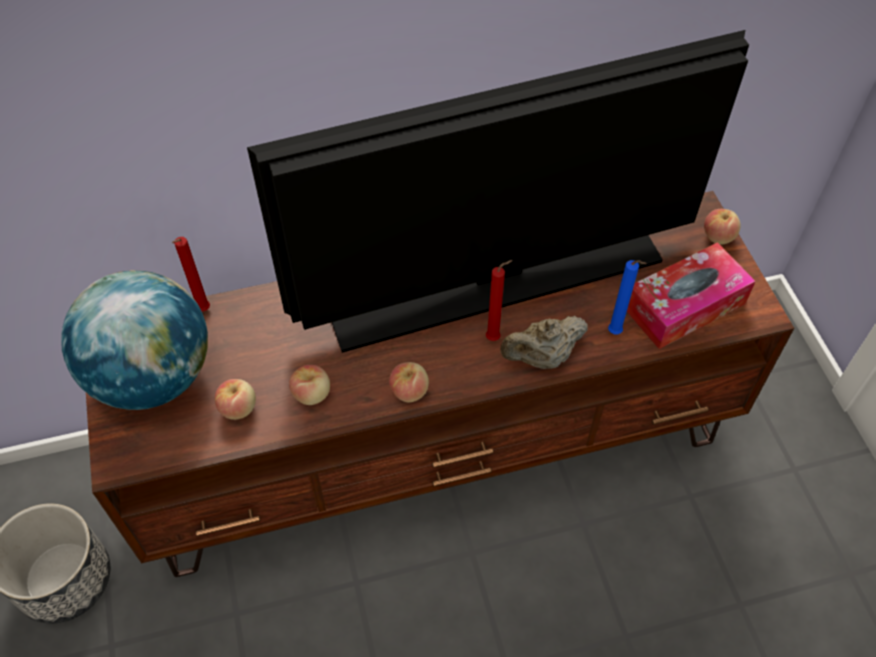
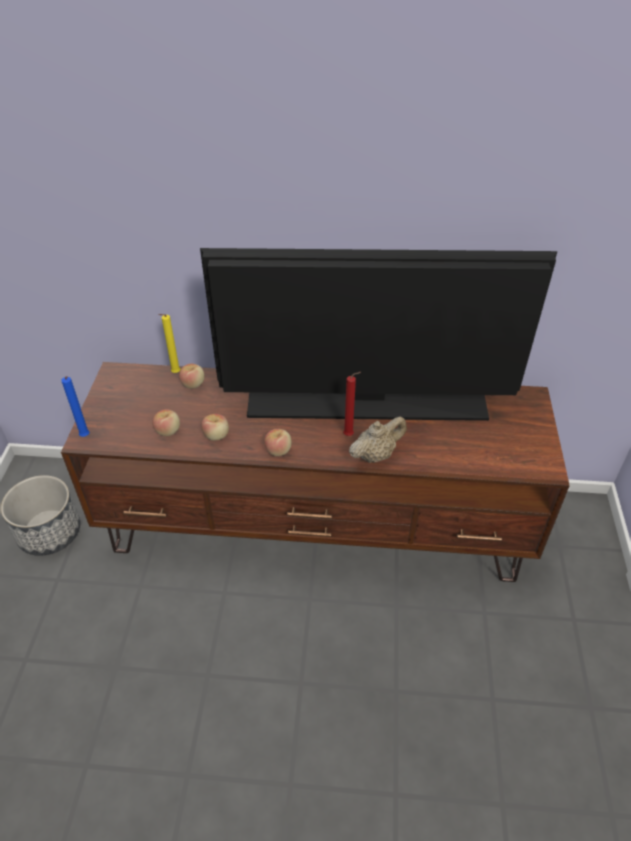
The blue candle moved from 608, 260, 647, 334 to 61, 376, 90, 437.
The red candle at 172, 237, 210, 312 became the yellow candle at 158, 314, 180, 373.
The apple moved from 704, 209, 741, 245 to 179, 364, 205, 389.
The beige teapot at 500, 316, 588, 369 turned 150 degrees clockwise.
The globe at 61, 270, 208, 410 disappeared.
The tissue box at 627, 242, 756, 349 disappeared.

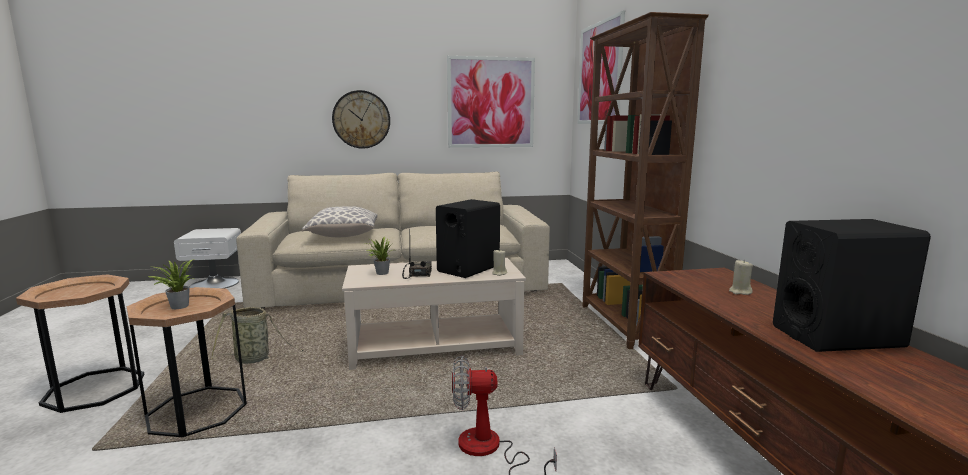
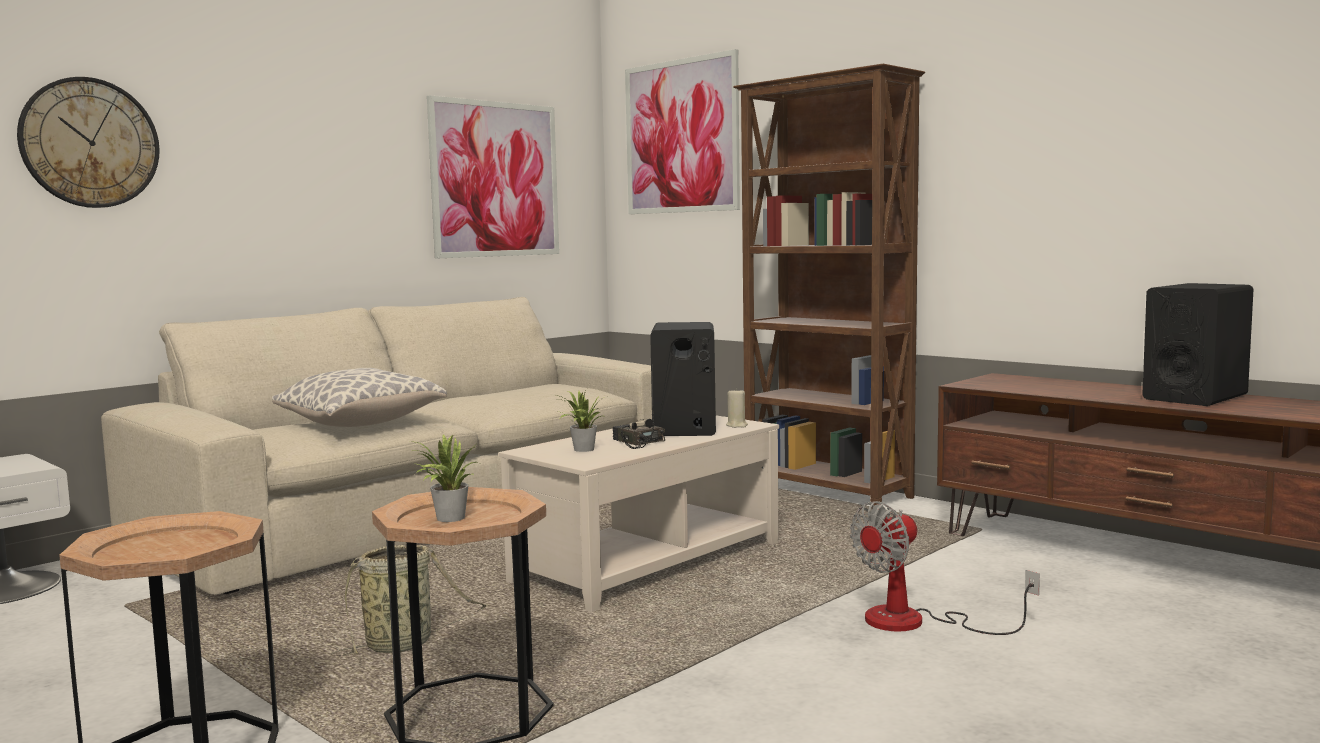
The wall clock moved from 332, 90, 390, 149 to 17, 77, 160, 208.
The beige candle at 729, 260, 753, 295 disappeared.

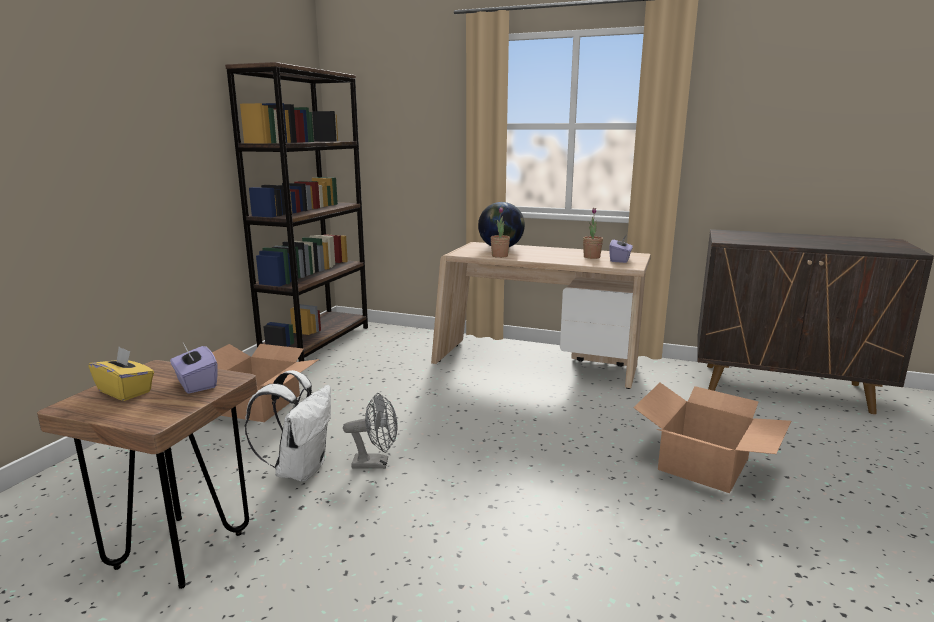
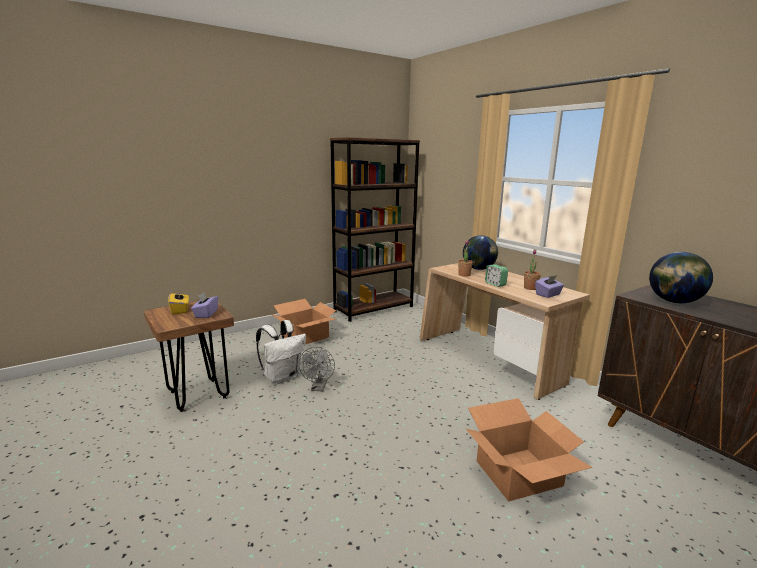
The grey fan at 343, 393, 397, 469 turned 60 degrees clockwise.
The alarm clock at 485, 264, 508, 287 appeared.
The globe at 649, 252, 713, 303 appeared.

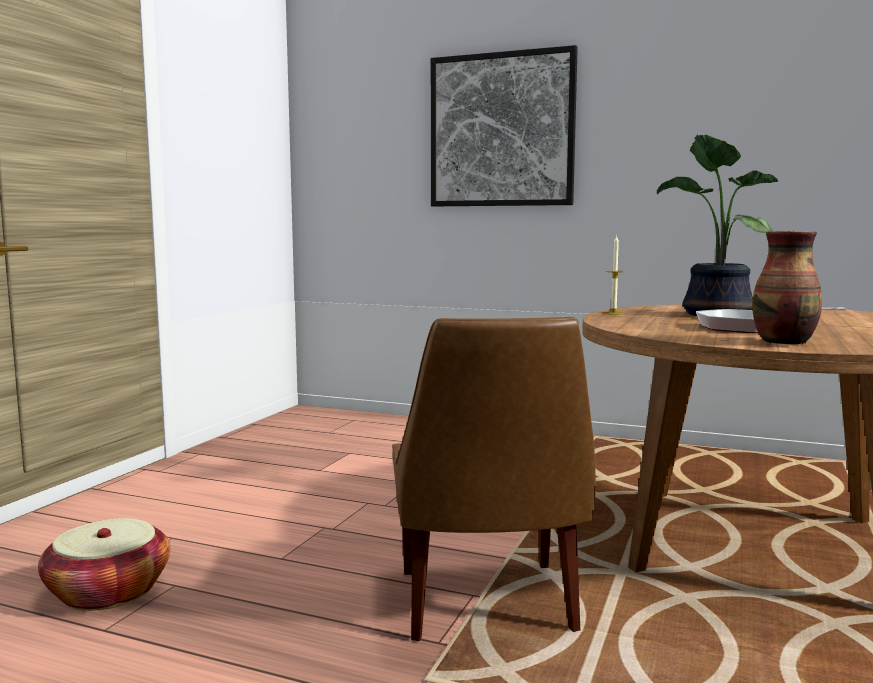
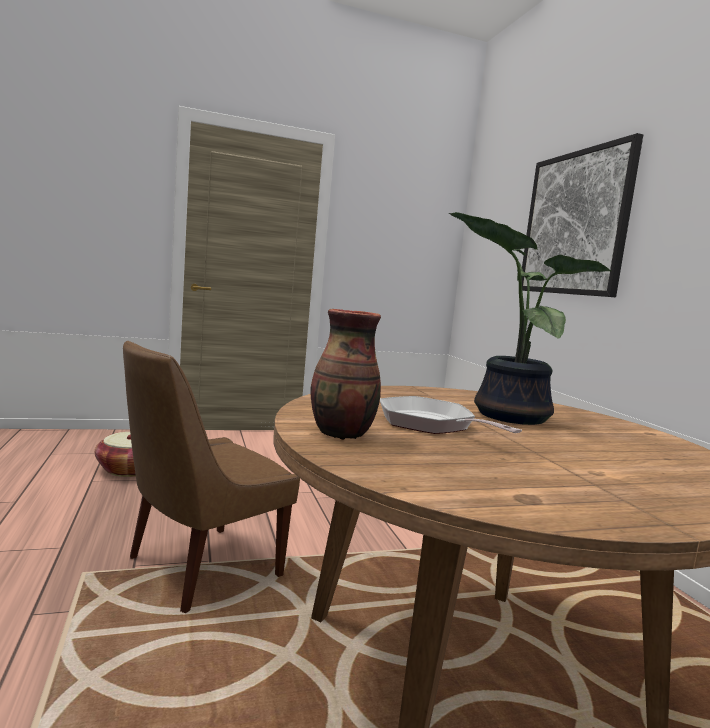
The candle at 603, 235, 624, 315 disappeared.

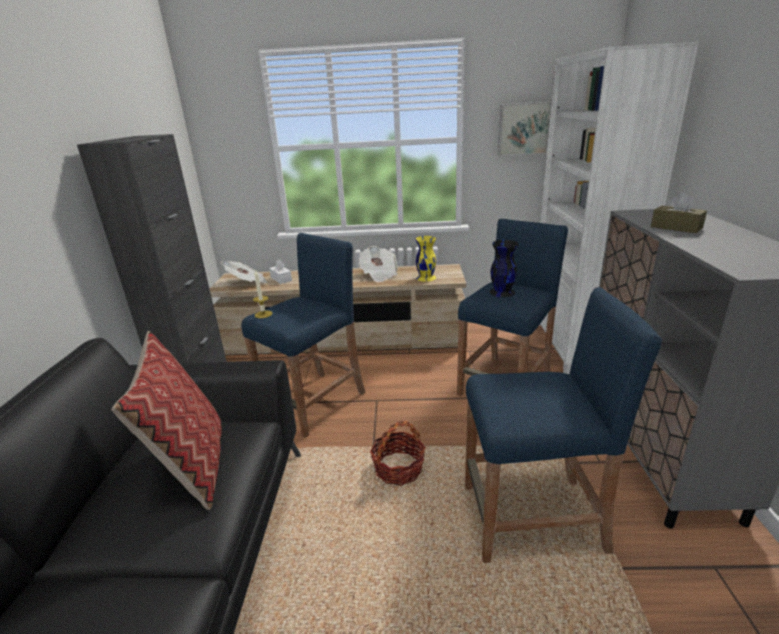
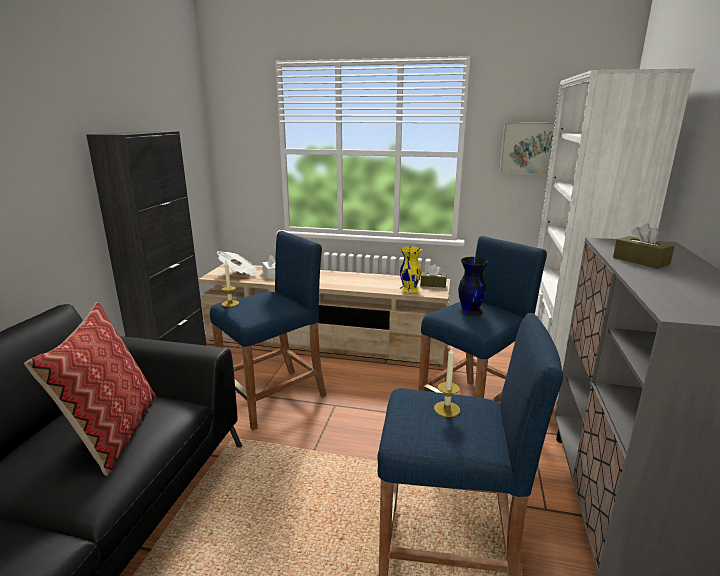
The brown tissue box at 421, 264, 447, 288 appeared.
The candle at 434, 347, 460, 417 appeared.
The newspaper at 358, 246, 398, 282 disappeared.
The basket at 370, 420, 426, 486 disappeared.

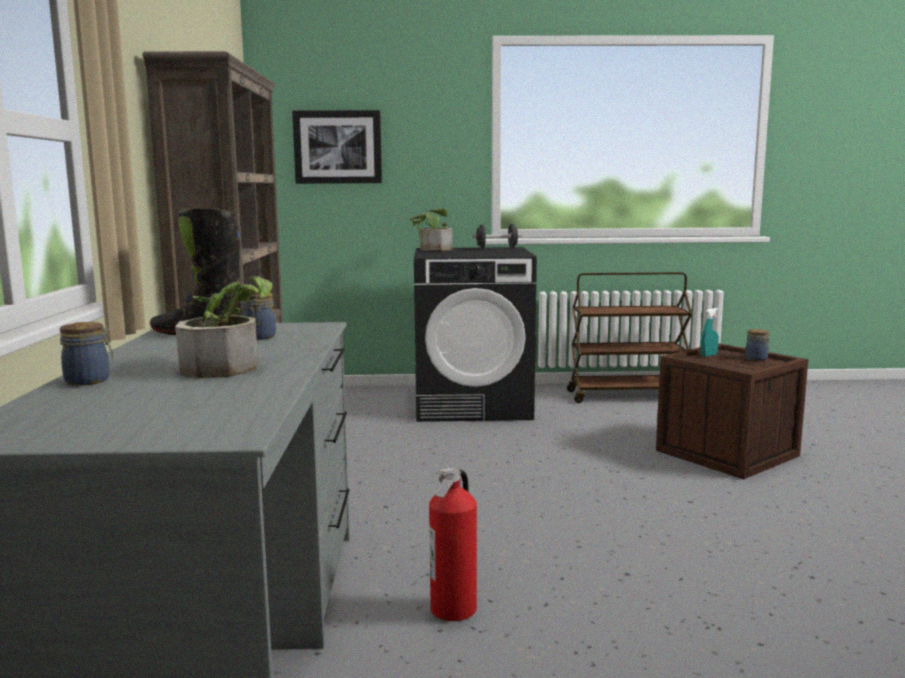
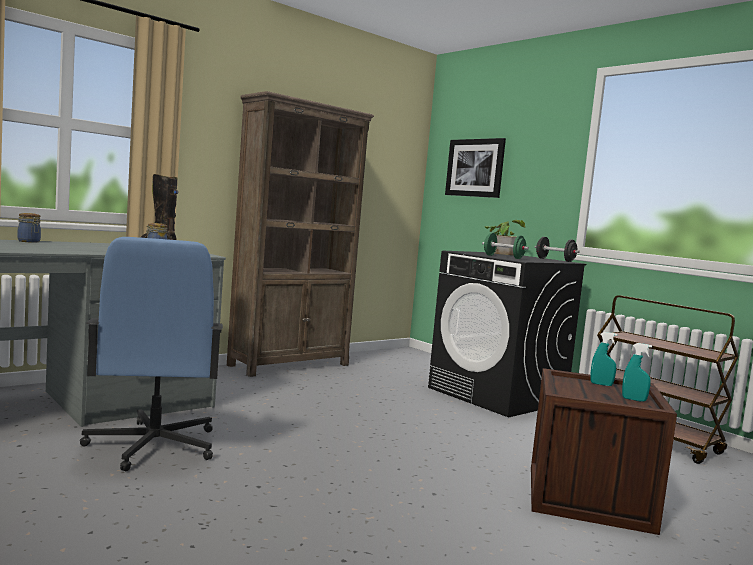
The fire extinguisher at 429, 468, 477, 621 was replaced by the blue office chair at 80, 237, 223, 471.
The green dumbbell at 482, 233, 529, 259 appeared.
The jar at 745, 329, 769, 361 was replaced by the turquoise spray bottle at 622, 343, 652, 402.
The potted plant at 175, 276, 272, 378 disappeared.

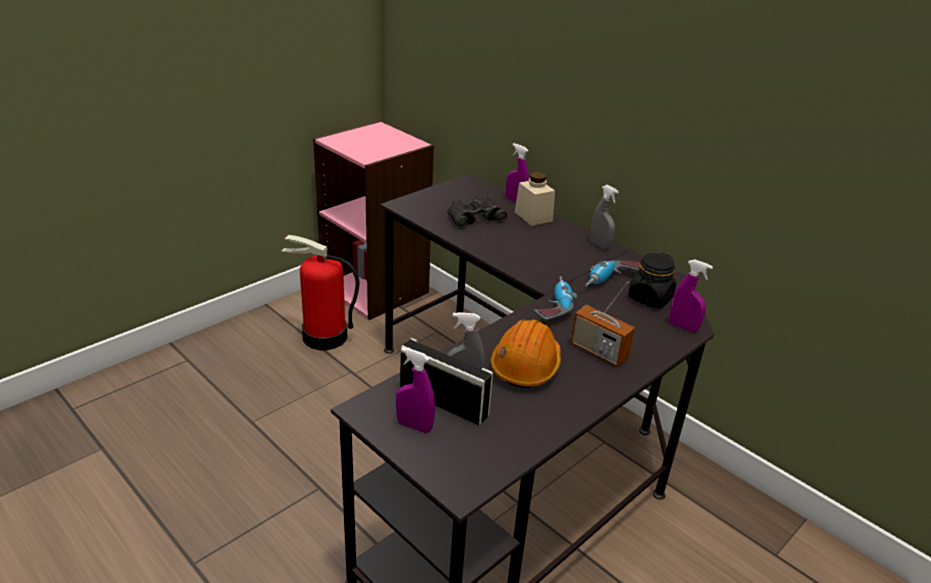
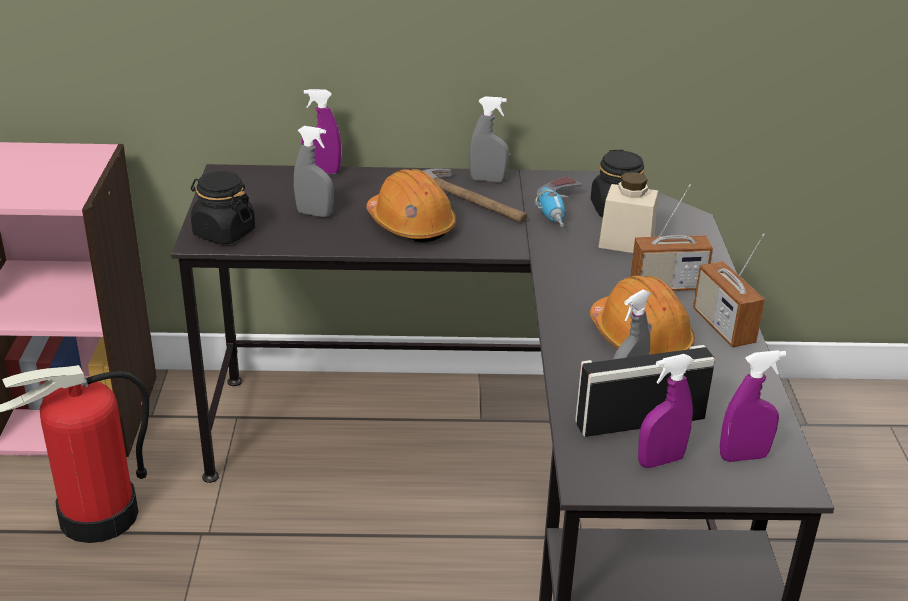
The black jar at 191, 171, 255, 245 appeared.
The black binoculars at 447, 197, 508, 229 was replaced by the grey spray bottle at 294, 126, 333, 217.
The orange hard hat at 366, 169, 456, 243 appeared.
The hammer at 423, 169, 527, 223 appeared.
The beige jar moved from 515, 172, 555, 226 to 598, 172, 658, 253.
The radio at 693, 233, 765, 347 appeared.
The purple spray bottle moved from 669, 259, 713, 332 to 720, 350, 786, 462.
The power drill at 534, 276, 577, 321 disappeared.

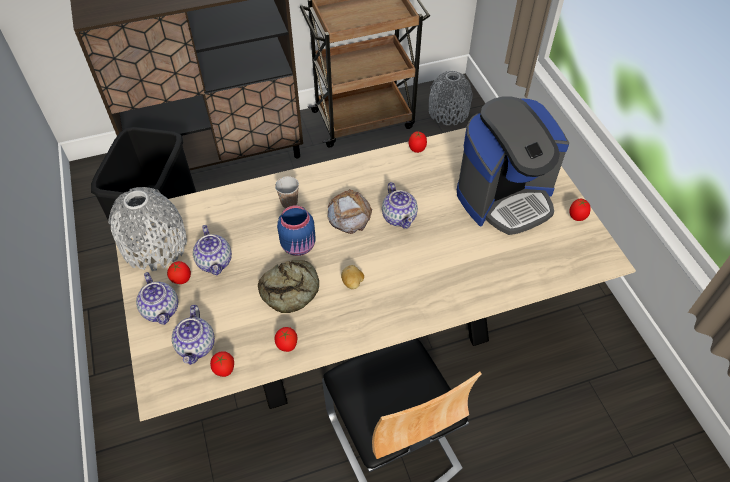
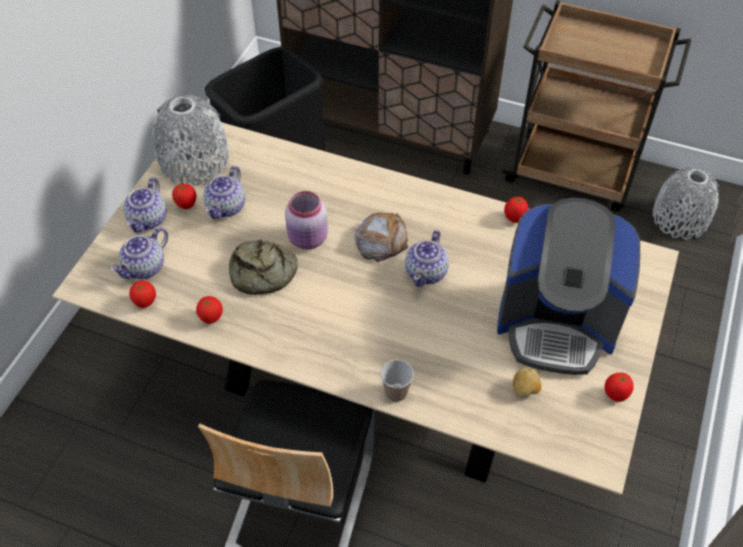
The blue jar at 277, 205, 316, 256 became the pink jar at 285, 191, 328, 250.
The cup moved from 275, 176, 299, 208 to 381, 360, 414, 402.
The potato moved from 341, 265, 364, 289 to 513, 368, 541, 397.

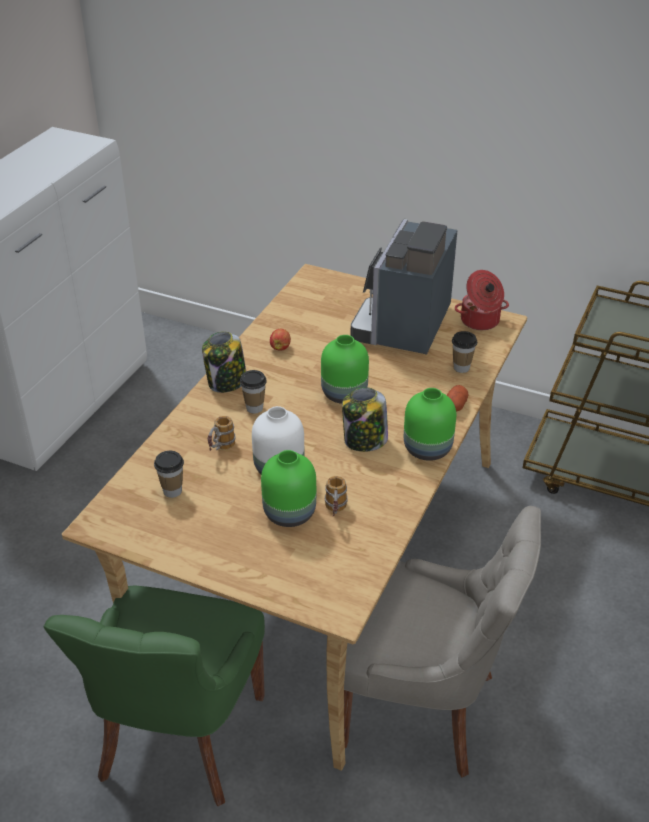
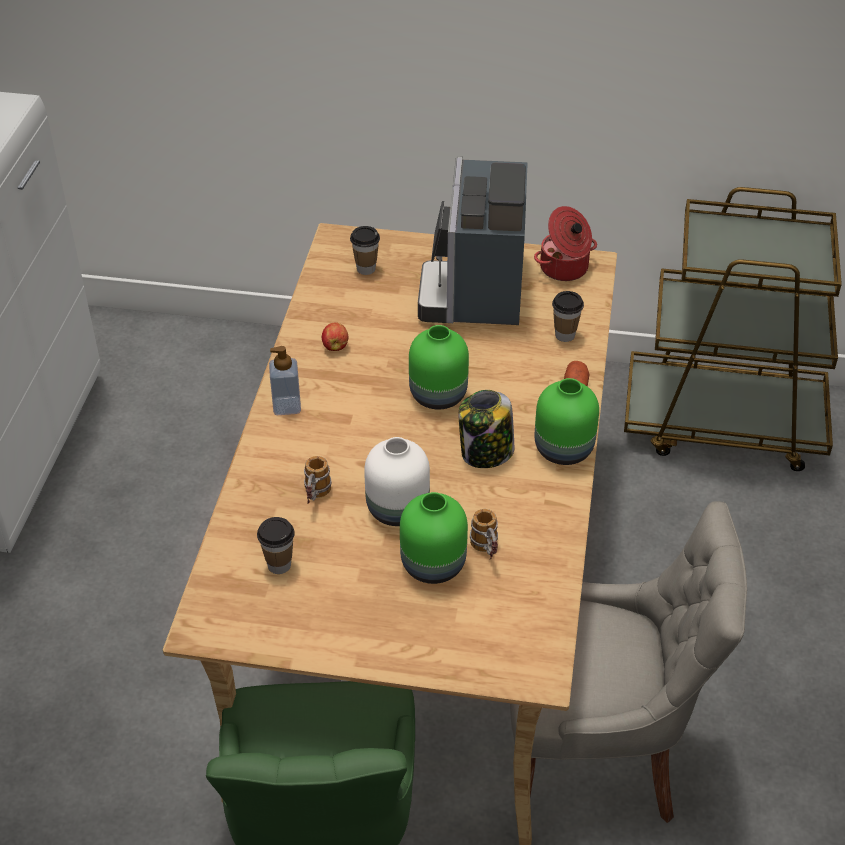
The jar at 202, 331, 246, 393 was replaced by the soap dispenser at 269, 346, 301, 415.
The cup moved from 240, 370, 267, 414 to 350, 226, 380, 275.

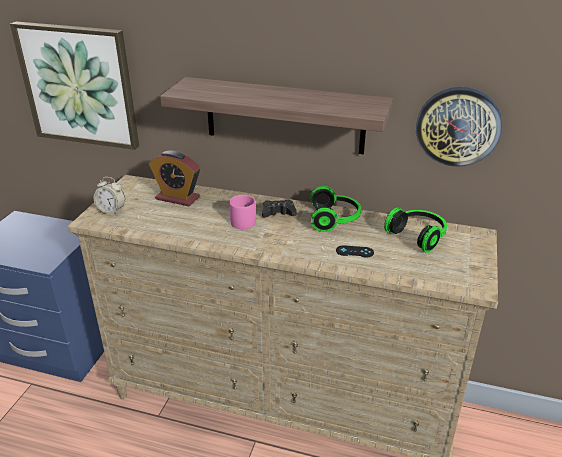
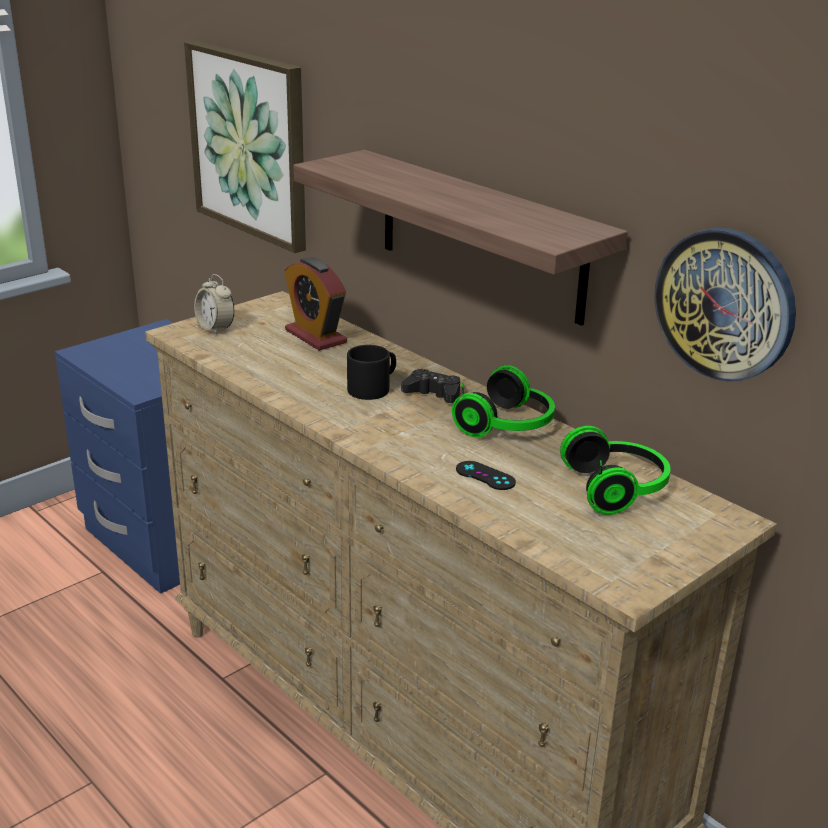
The pink mug at 229, 195, 256, 229 became the black mug at 347, 345, 396, 400.

